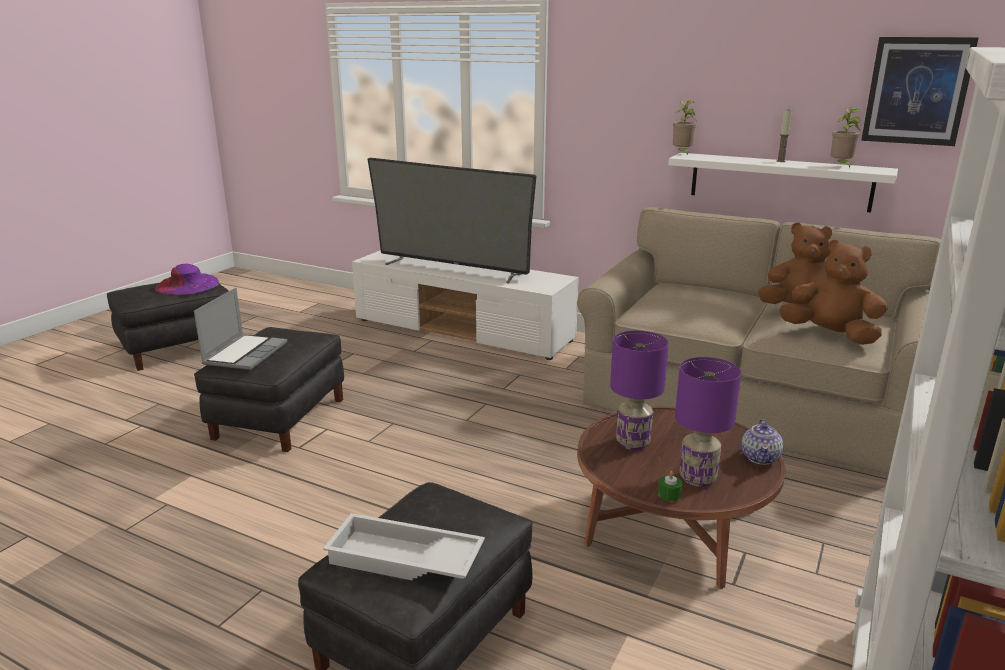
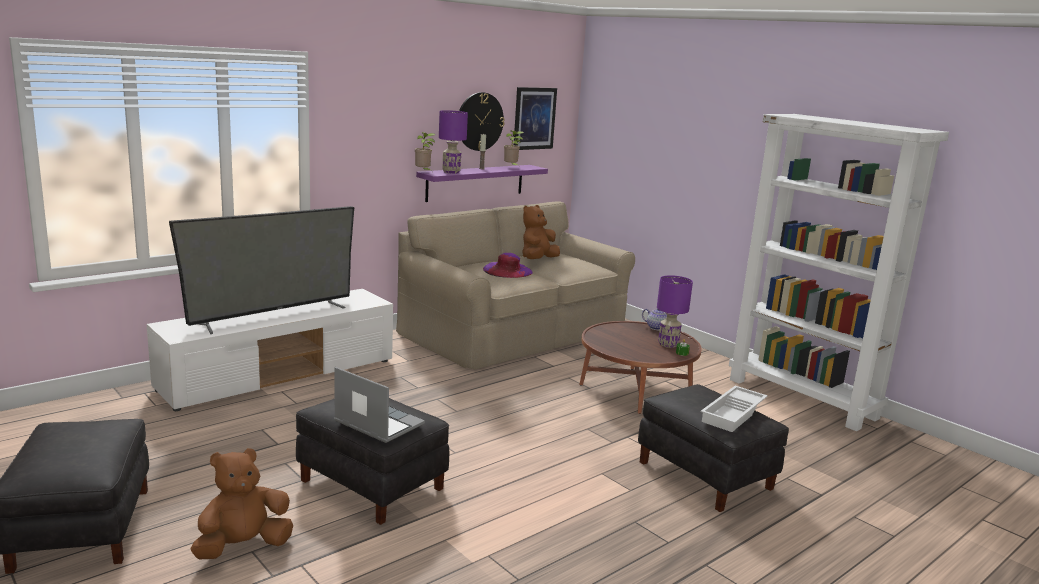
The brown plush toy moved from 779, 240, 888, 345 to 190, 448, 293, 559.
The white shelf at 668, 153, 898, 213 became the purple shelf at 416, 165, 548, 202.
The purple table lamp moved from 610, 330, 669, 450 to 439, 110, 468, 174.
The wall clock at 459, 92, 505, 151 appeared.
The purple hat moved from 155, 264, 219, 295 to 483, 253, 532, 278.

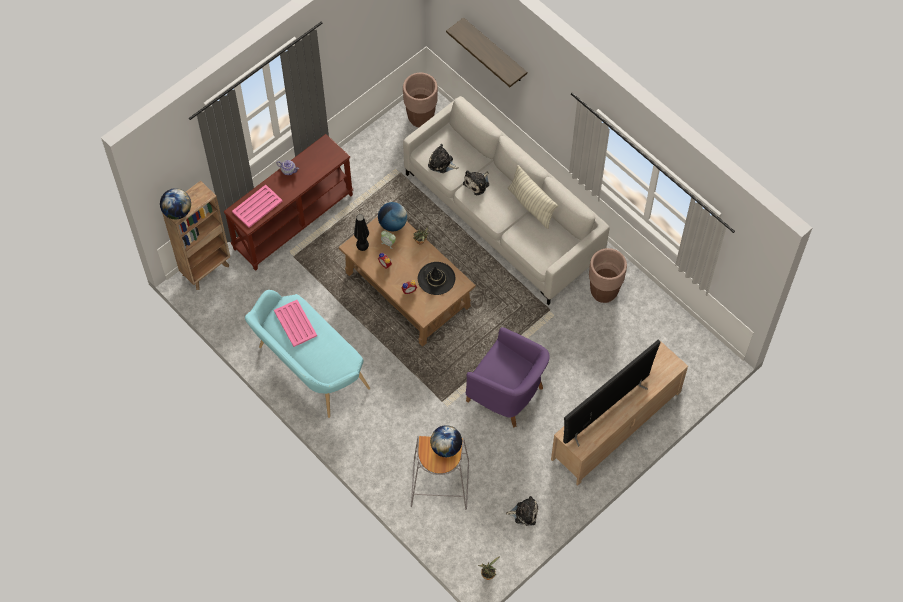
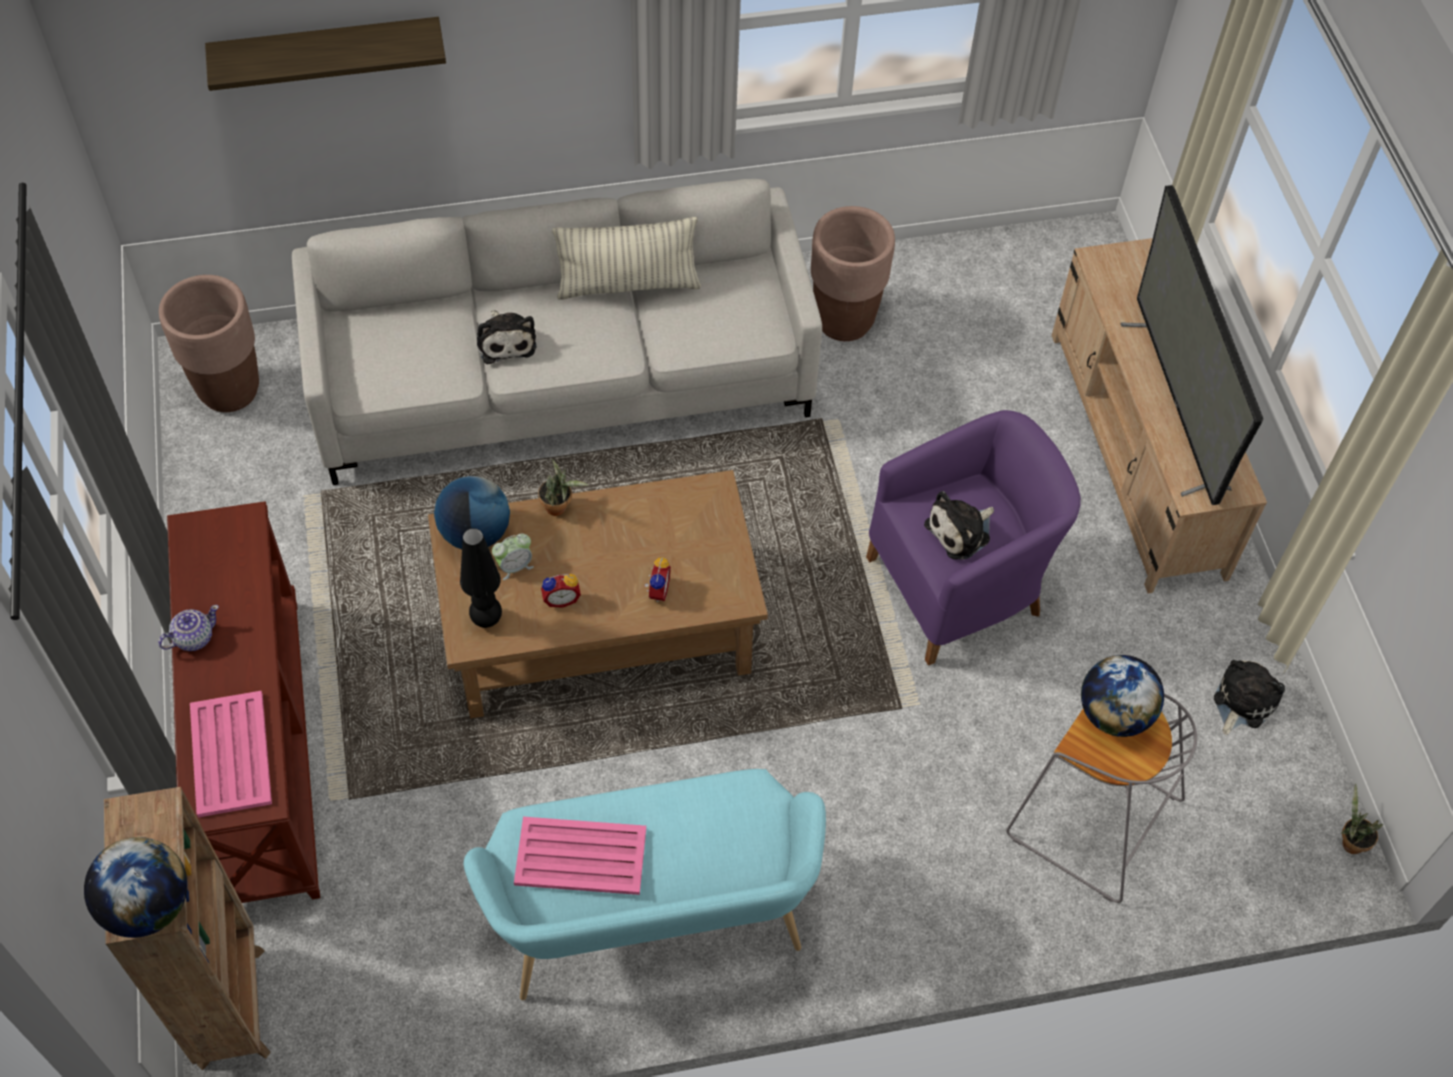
The plush toy moved from 428, 144, 459, 173 to 924, 491, 994, 560.
The black hat at 418, 262, 455, 295 disappeared.

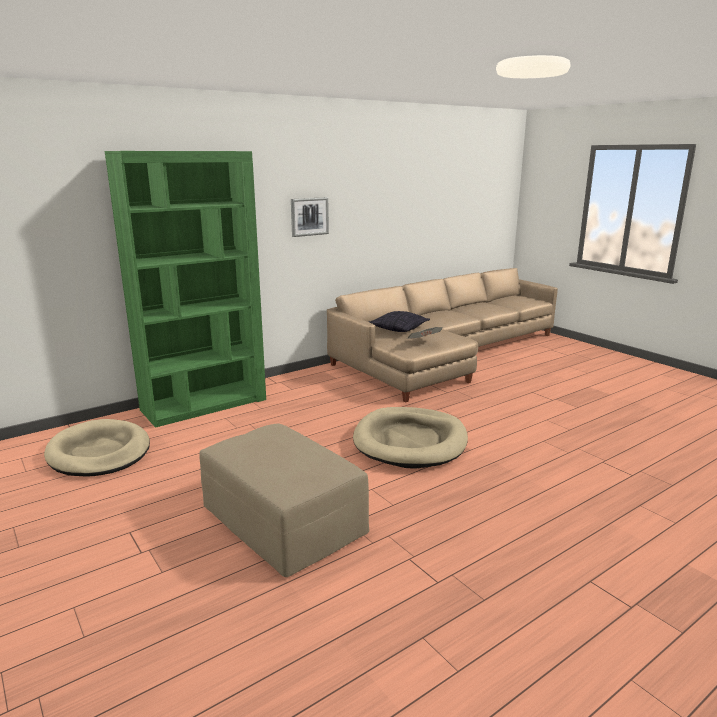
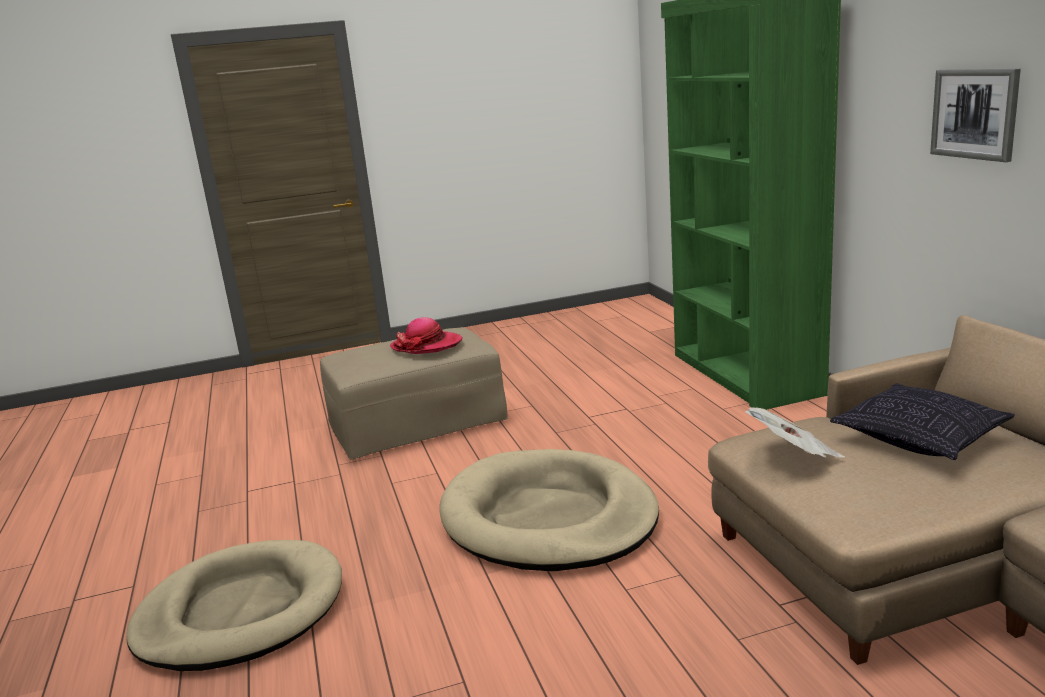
The beige dog bed moved from 44, 419, 150, 477 to 126, 540, 342, 671.
The hat at 390, 317, 463, 354 appeared.

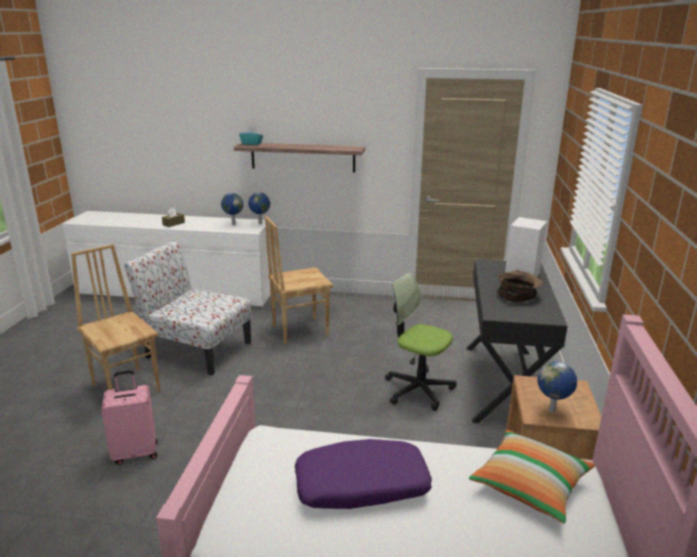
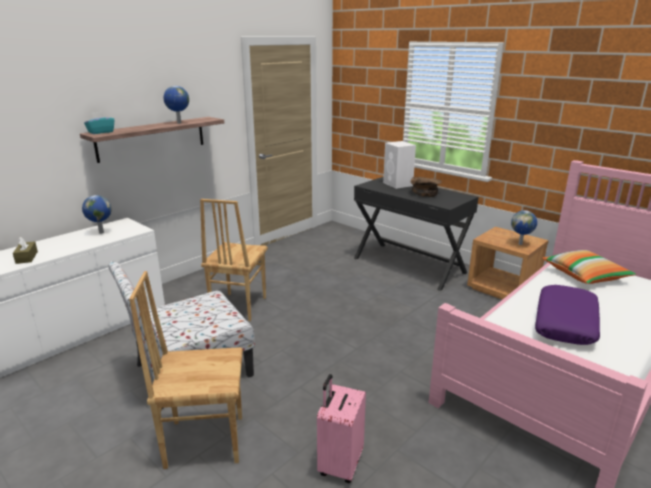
The globe moved from 248, 192, 270, 224 to 164, 86, 189, 124.
The office chair at 385, 273, 456, 411 disappeared.

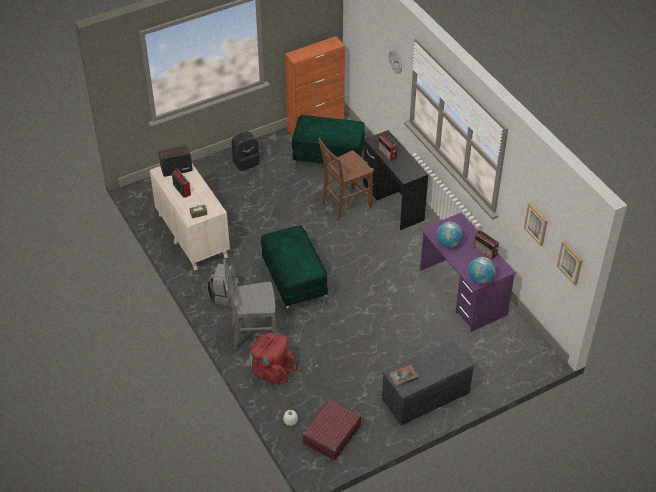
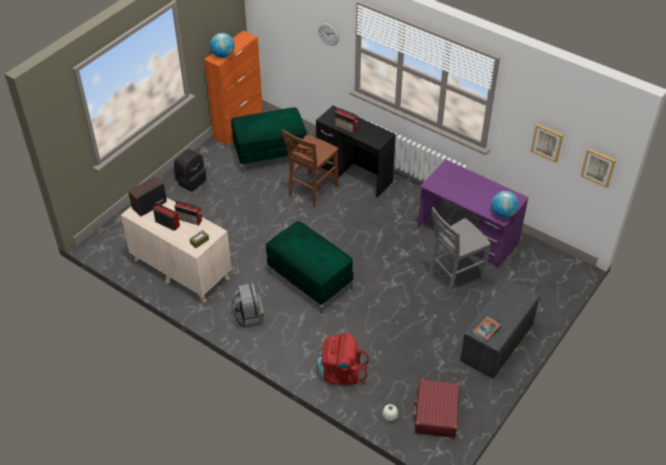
The radio moved from 474, 230, 499, 259 to 175, 201, 202, 226.
The globe moved from 436, 221, 463, 248 to 210, 33, 235, 58.
The grey chair moved from 223, 259, 277, 350 to 429, 207, 491, 296.

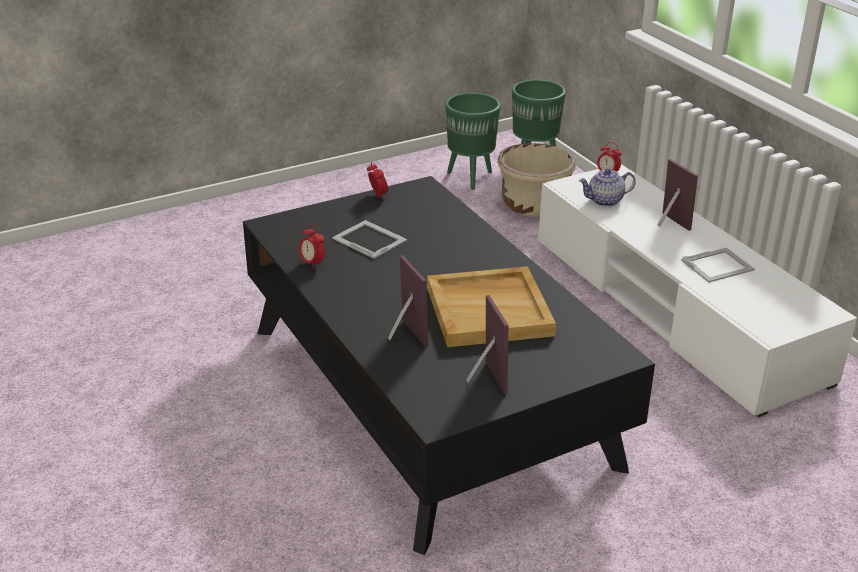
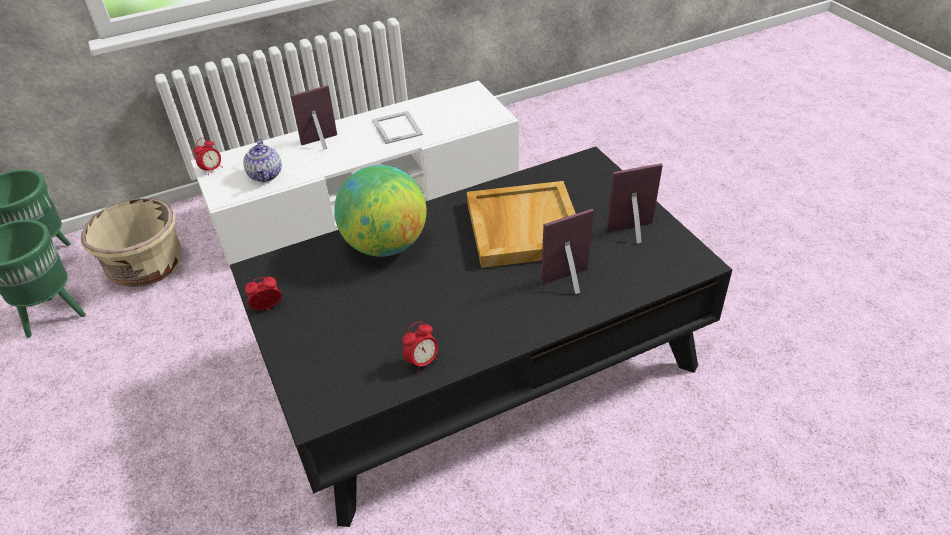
The globe at 334, 165, 427, 257 appeared.
The picture frame at 332, 220, 407, 259 disappeared.

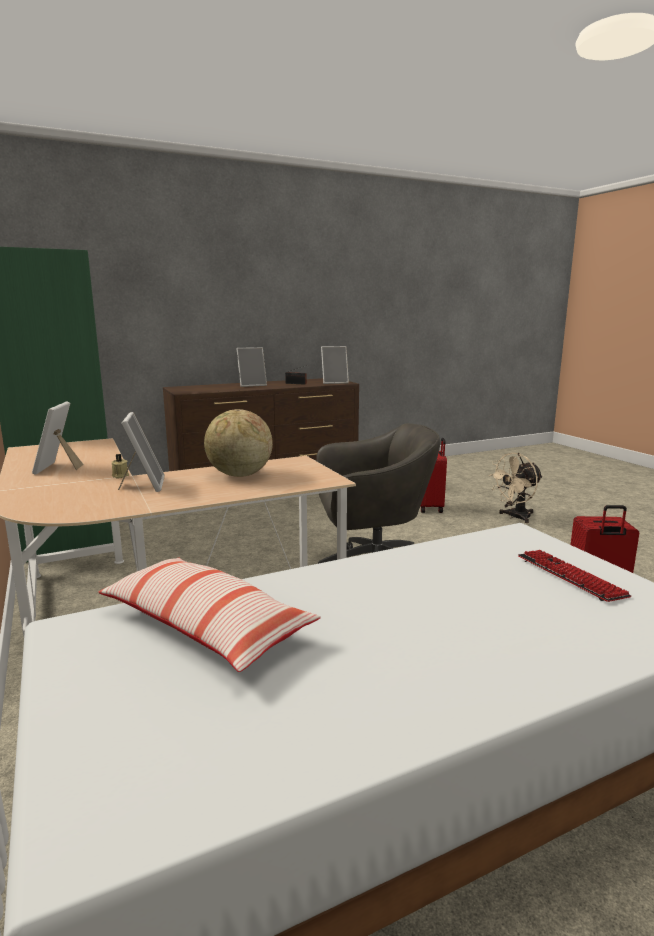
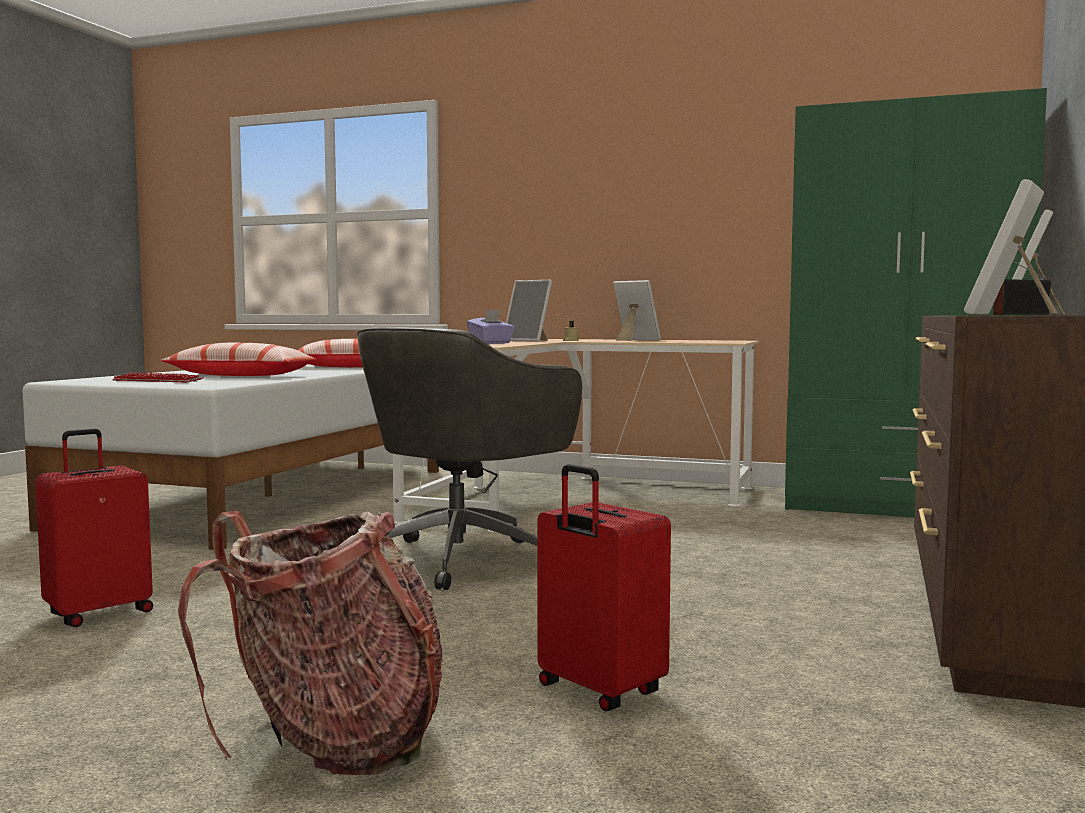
The pillow at 161, 343, 317, 376 appeared.
The beige fan at 488, 452, 543, 523 was replaced by the backpack at 178, 511, 442, 775.
The globe at 204, 409, 273, 477 was replaced by the purple tissue box at 467, 310, 515, 344.

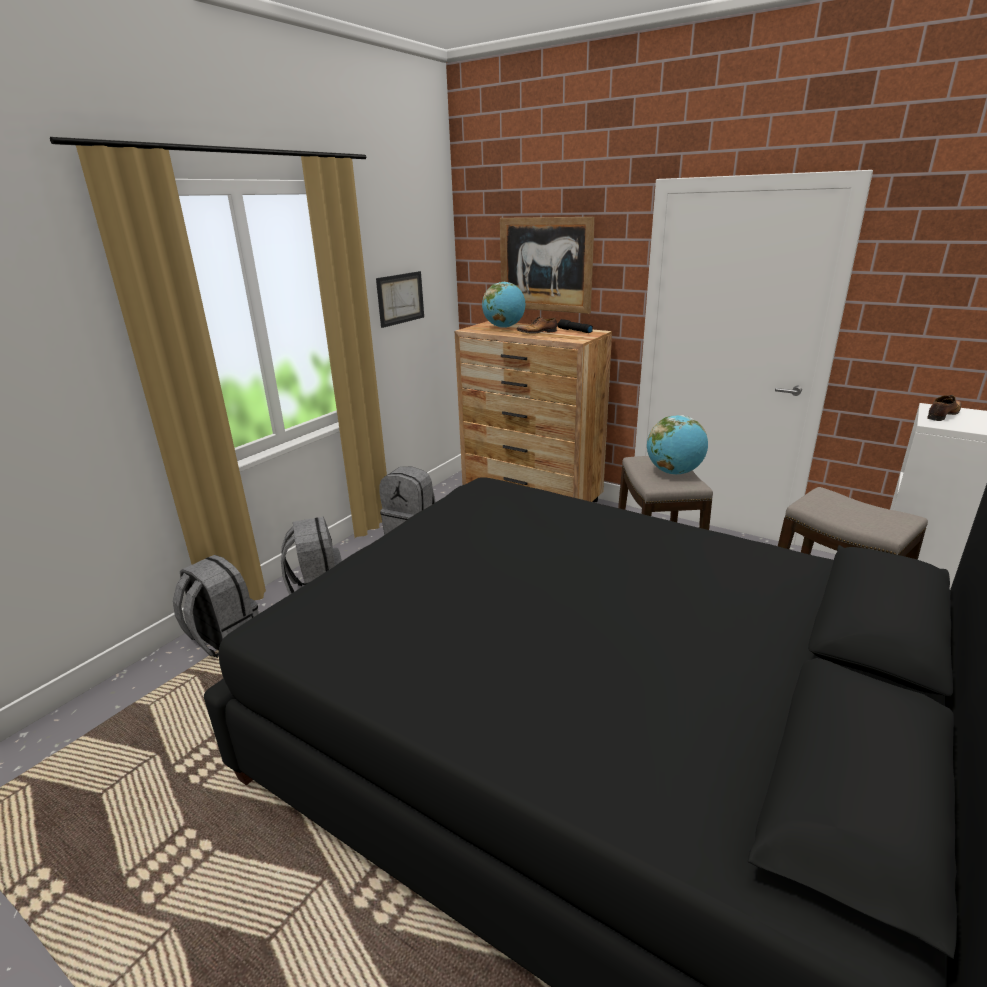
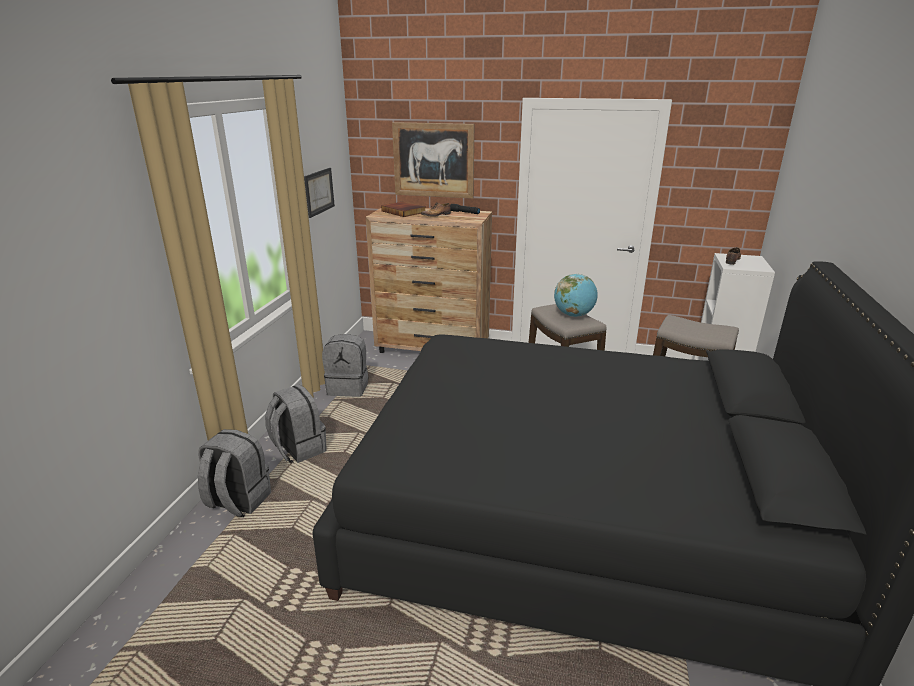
The globe at 482, 282, 525, 328 was replaced by the book at 381, 201, 425, 217.

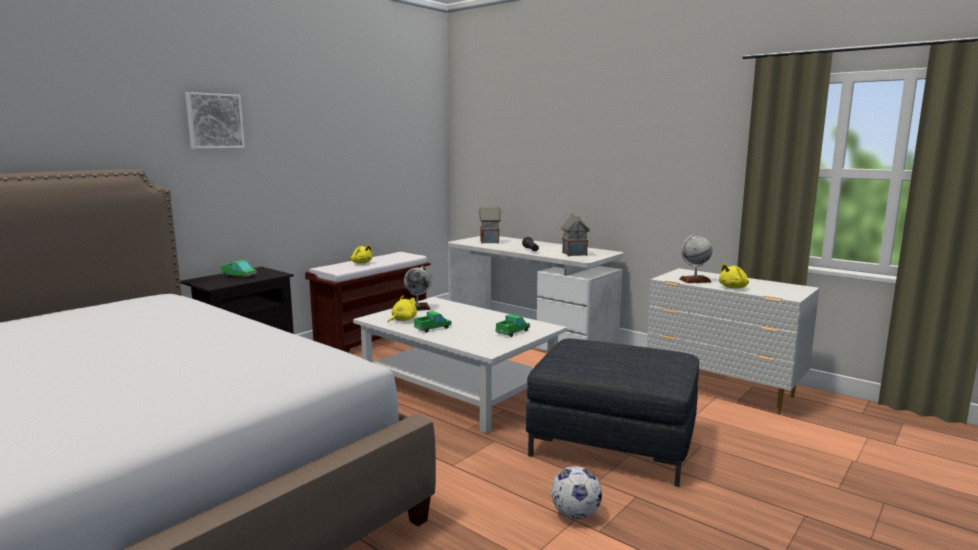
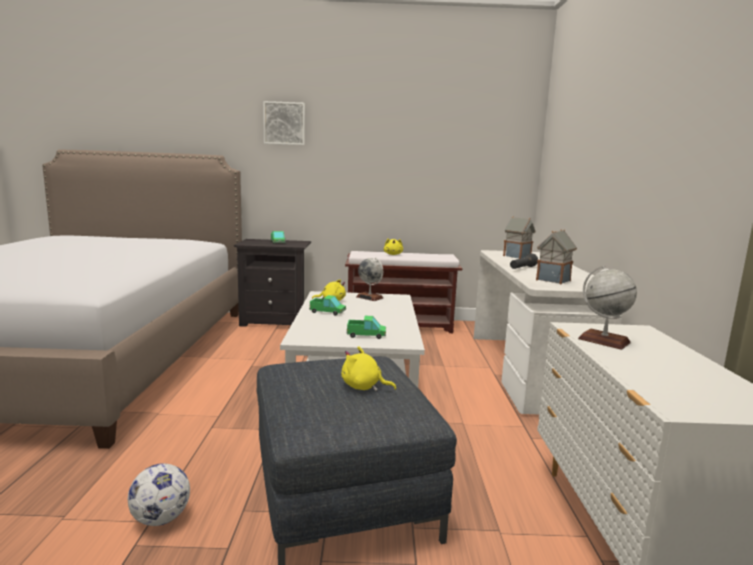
The yellow plush toy moved from 719, 263, 749, 289 to 341, 346, 396, 391.

